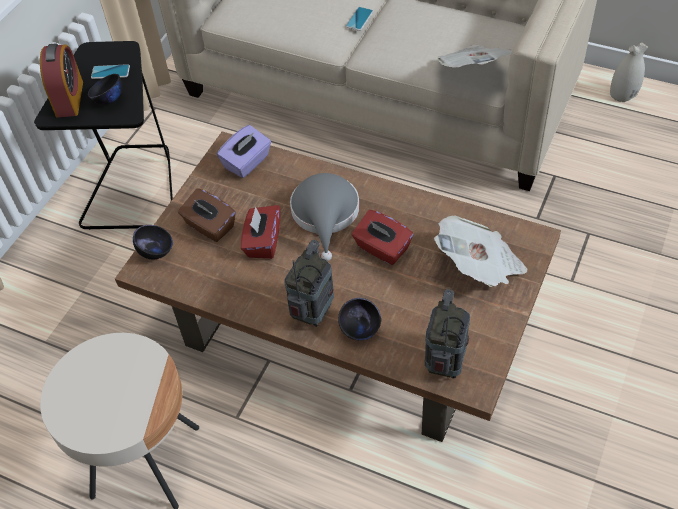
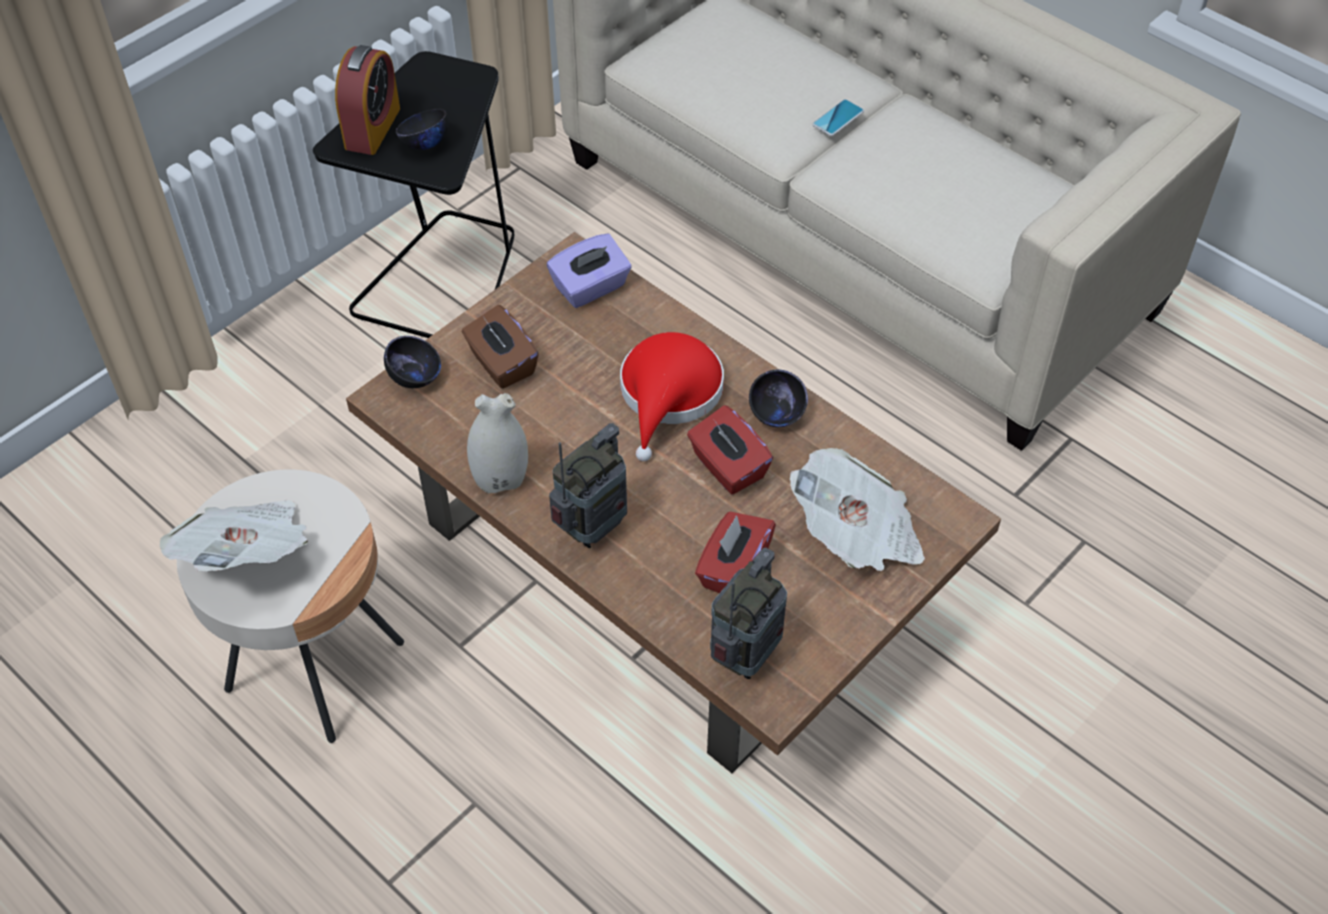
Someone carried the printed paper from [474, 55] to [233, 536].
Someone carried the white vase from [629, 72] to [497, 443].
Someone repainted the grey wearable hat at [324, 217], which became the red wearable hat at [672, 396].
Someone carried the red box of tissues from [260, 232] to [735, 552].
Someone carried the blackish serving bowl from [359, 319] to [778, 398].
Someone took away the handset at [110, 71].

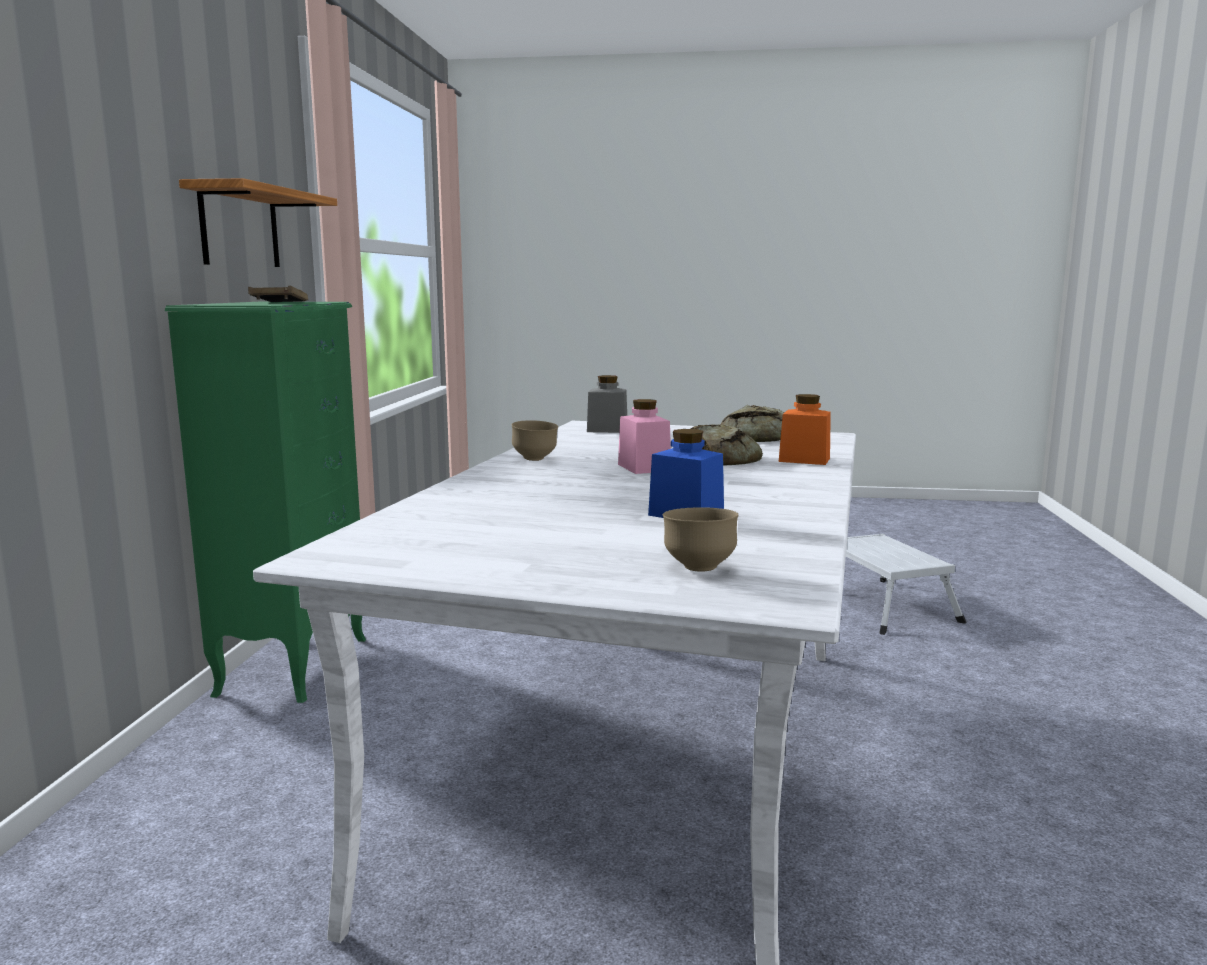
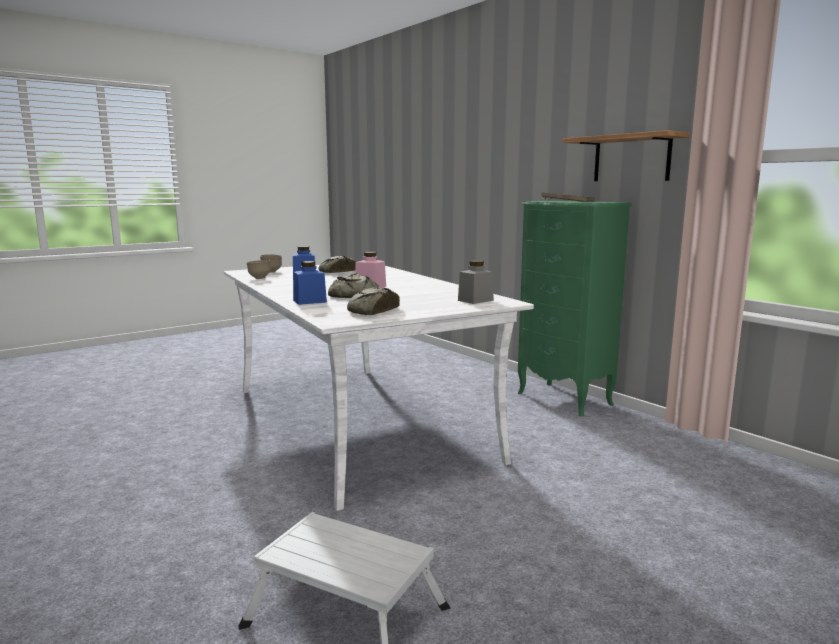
Someone carried the brown-coloured serving bowl from [535, 440] to [259, 269].
Someone repainted the orangey jar at [805, 429], which became the blue jar at [310, 283].
Someone put down the baked bread at [337, 264].

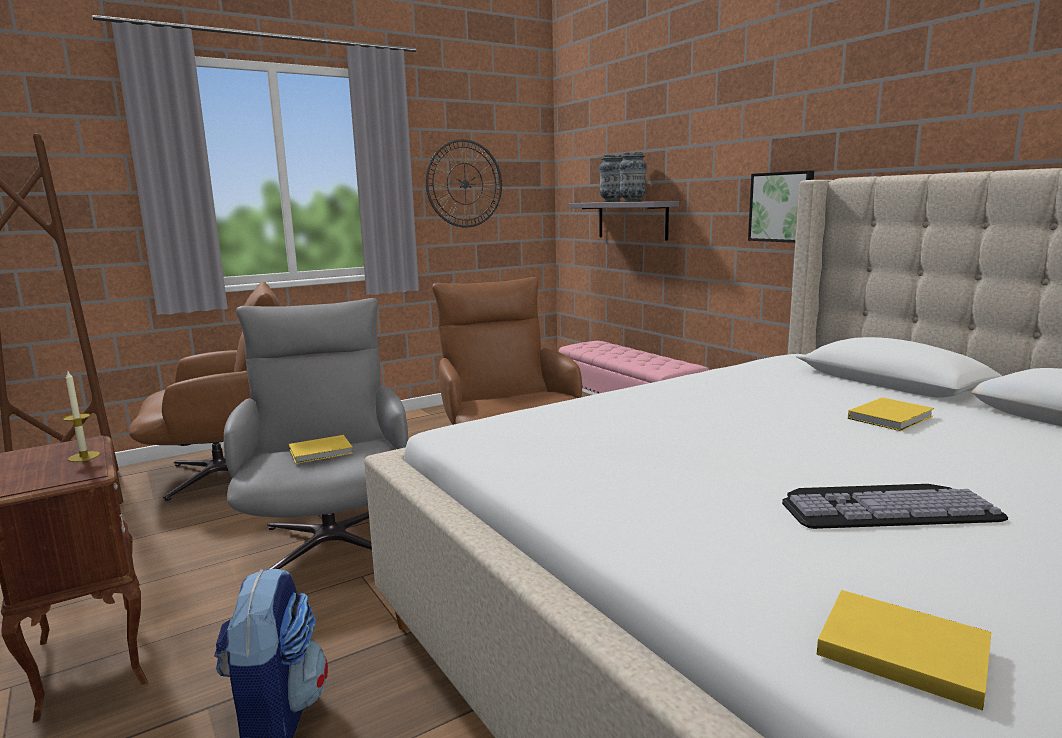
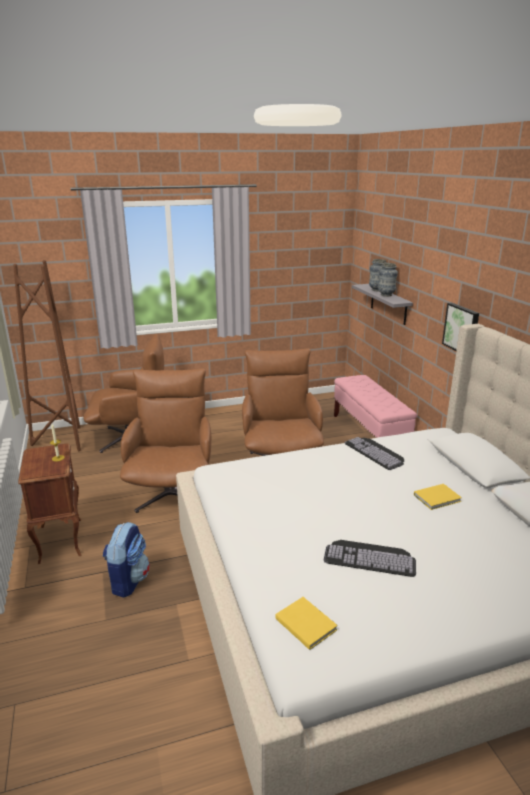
Someone repainted the grey lounge chair at [316, 433], which became the brown-coloured lounge chair at [165, 441].
Someone put down the PC keyboard at [375, 453].
Someone took away the yellow-coloured bound book at [321, 449].
Someone took away the clock on the wall at [464, 183].

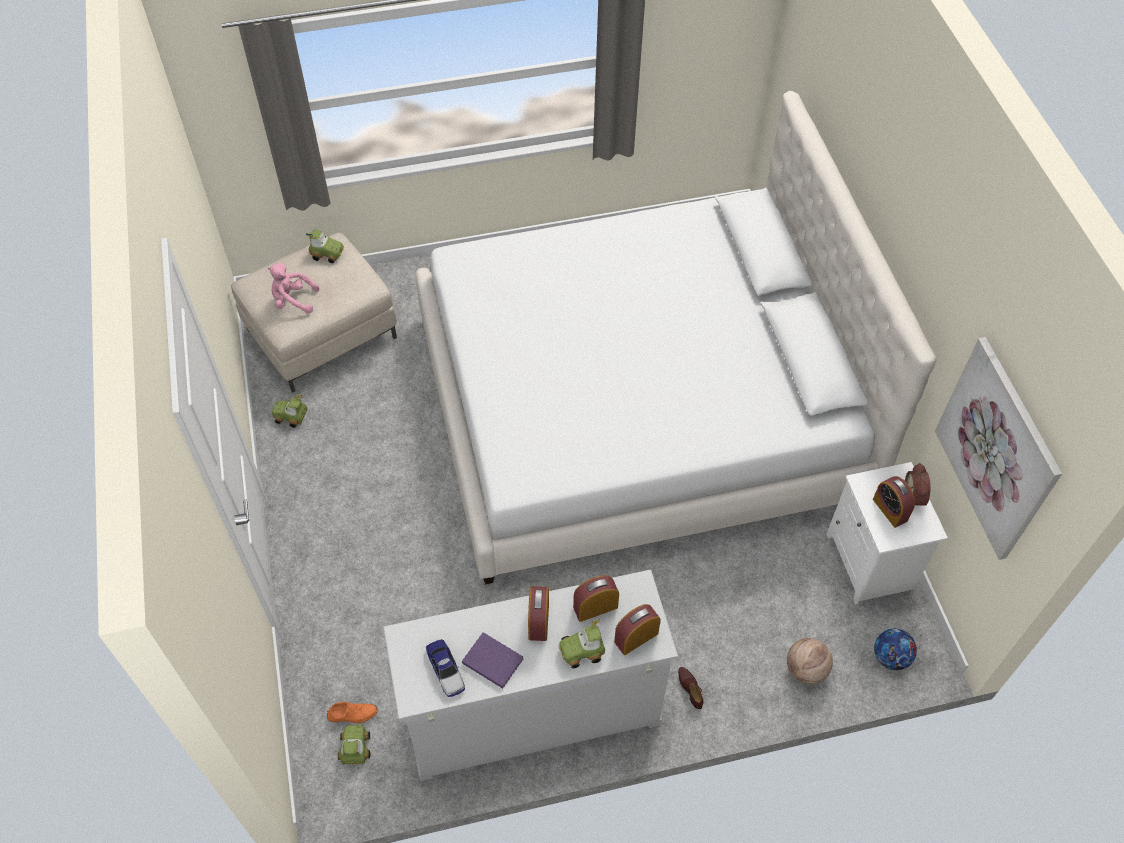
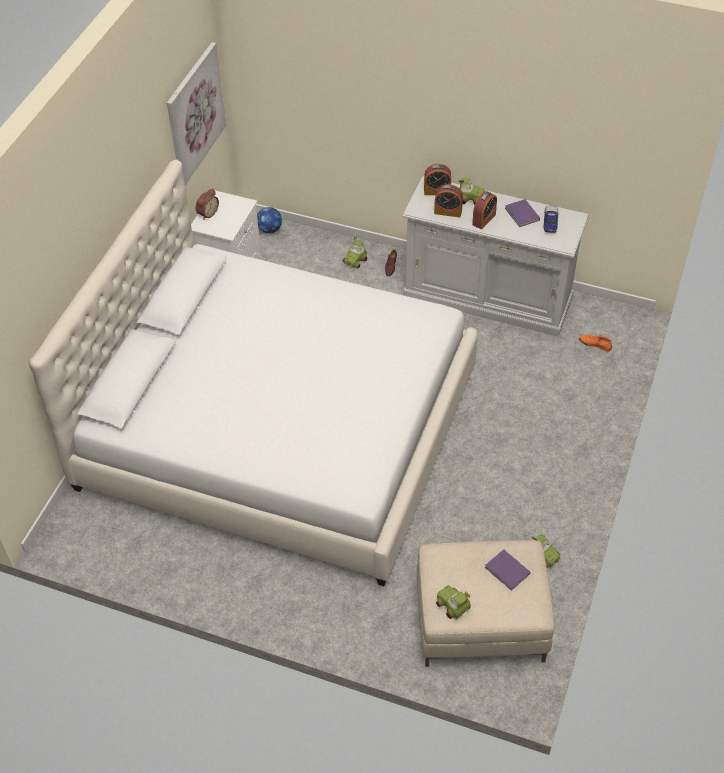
Someone carried the miniature car from [354, 744] to [355, 252].
Someone swapped the pink-coloured soft toy at [293, 288] for the purplish bound book at [507, 570].
Someone took away the basketball at [810, 661].
Someone took away the table clock at [894, 502].

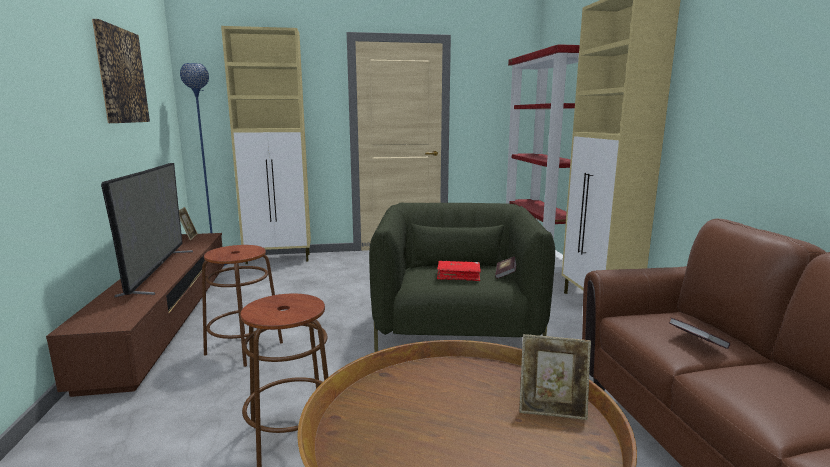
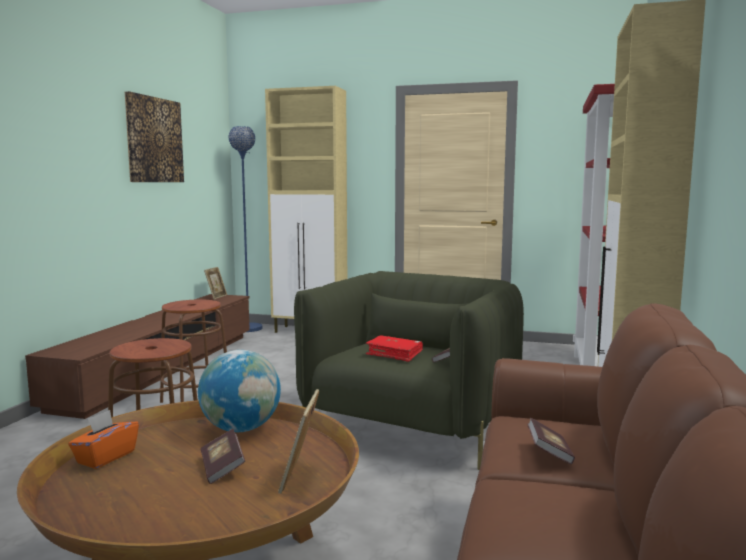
Someone put down the orangey box of tissues at [103, 439].
Someone put down the desk globe at [239, 391].
Someone put down the bound book at [223, 456].
Someone rotated the picture frame at [555, 377] by 60 degrees clockwise.
Someone took away the television at [147, 230].

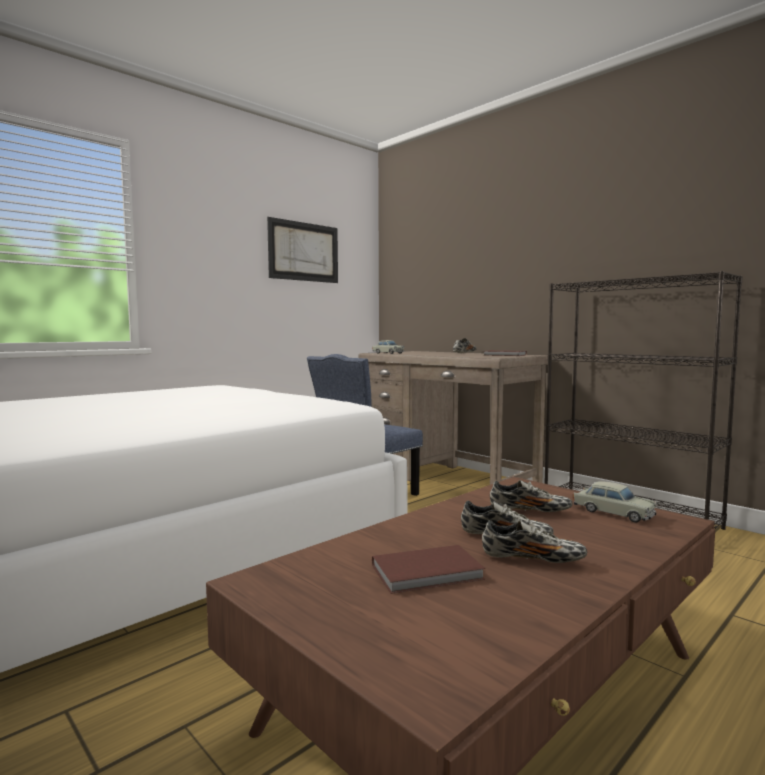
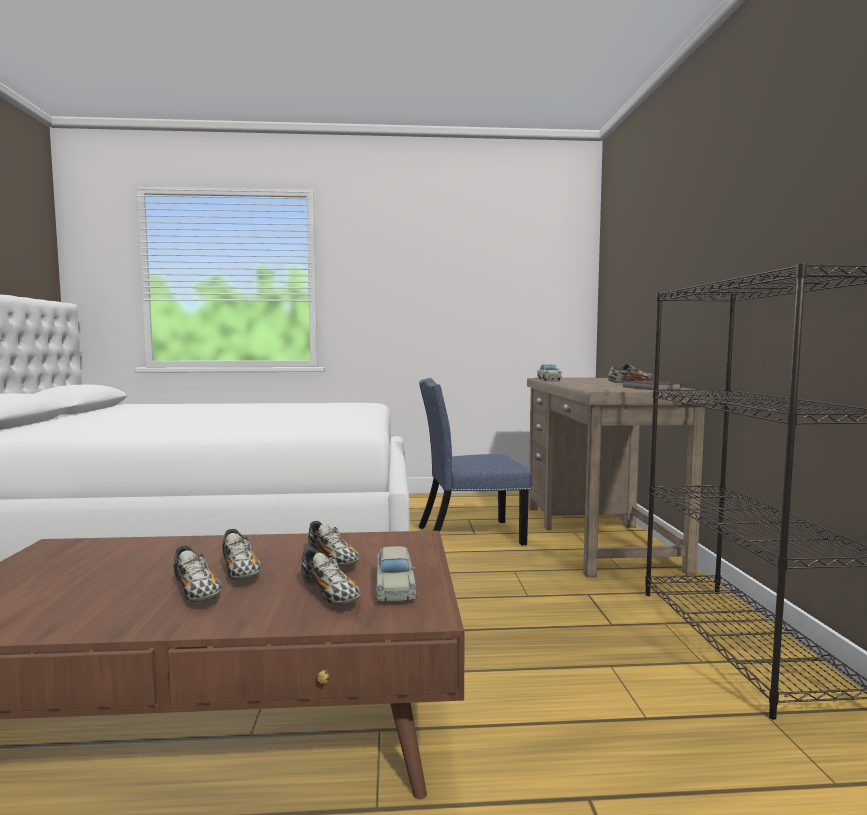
Someone put down the low shoe at [331, 576].
Someone took away the picture at [302, 250].
Someone took away the brown-coloured bound book at [428, 569].

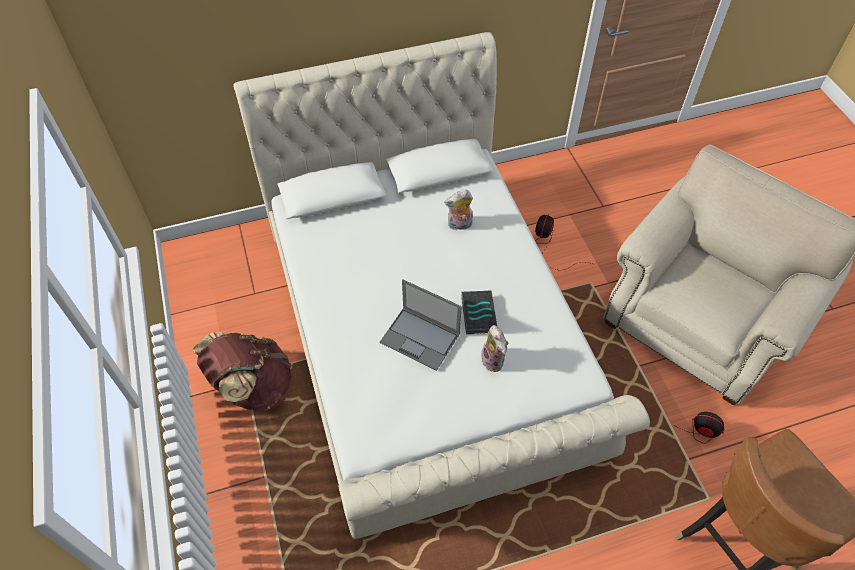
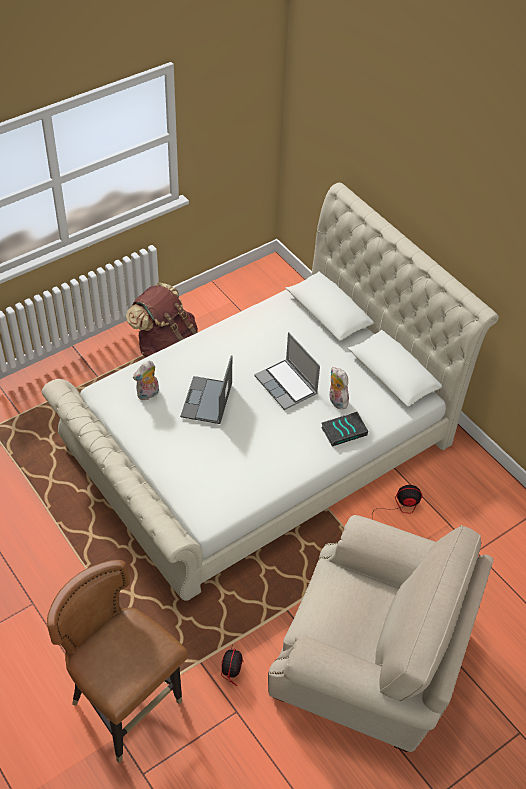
Someone carried the soft toy from [494, 348] to [146, 380].
Someone put down the portable computer at [287, 371].
Someone carried the bound book from [479, 312] to [344, 429].

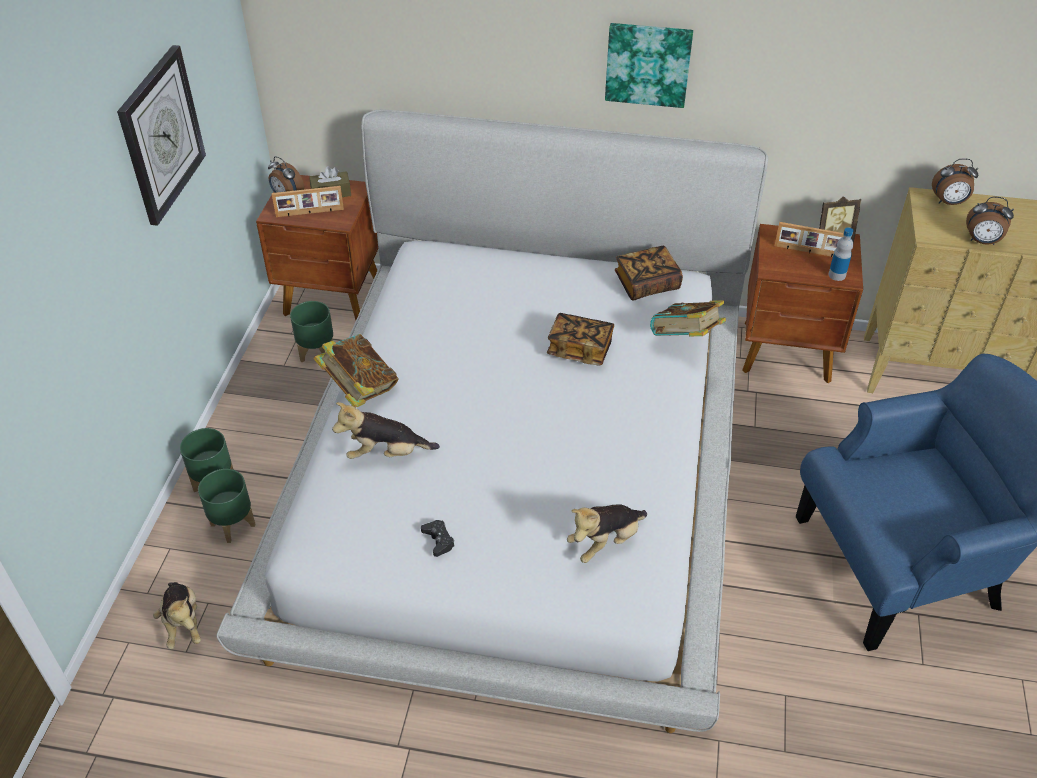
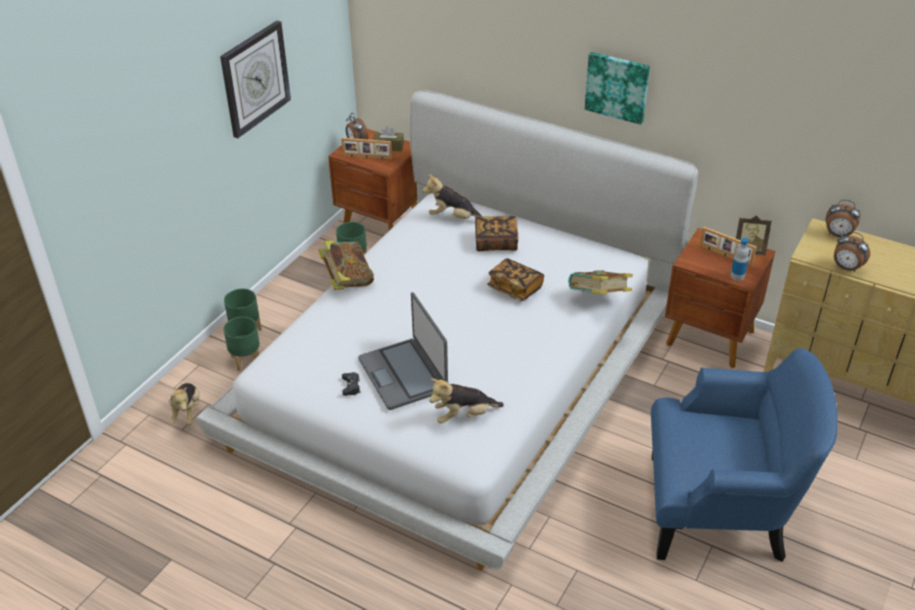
Someone put down the portable computer at [403, 351].
Someone carried the soft toy from [386, 430] to [452, 196].
Someone carried the bound book from [649, 273] to [496, 233].

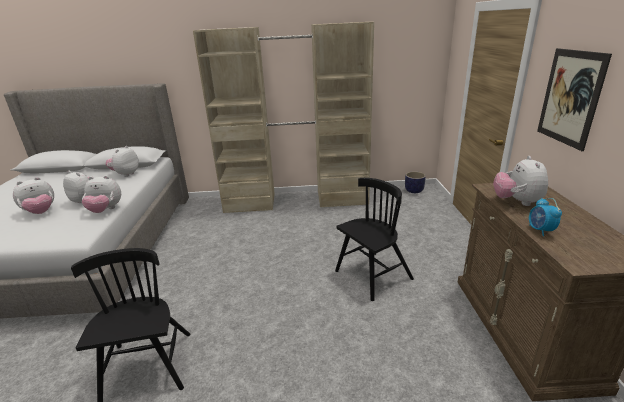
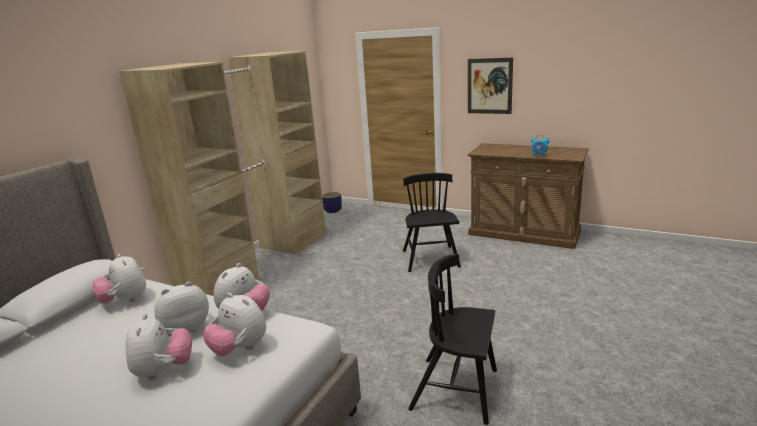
Someone carried the soft toy from [520, 181] to [234, 324].

